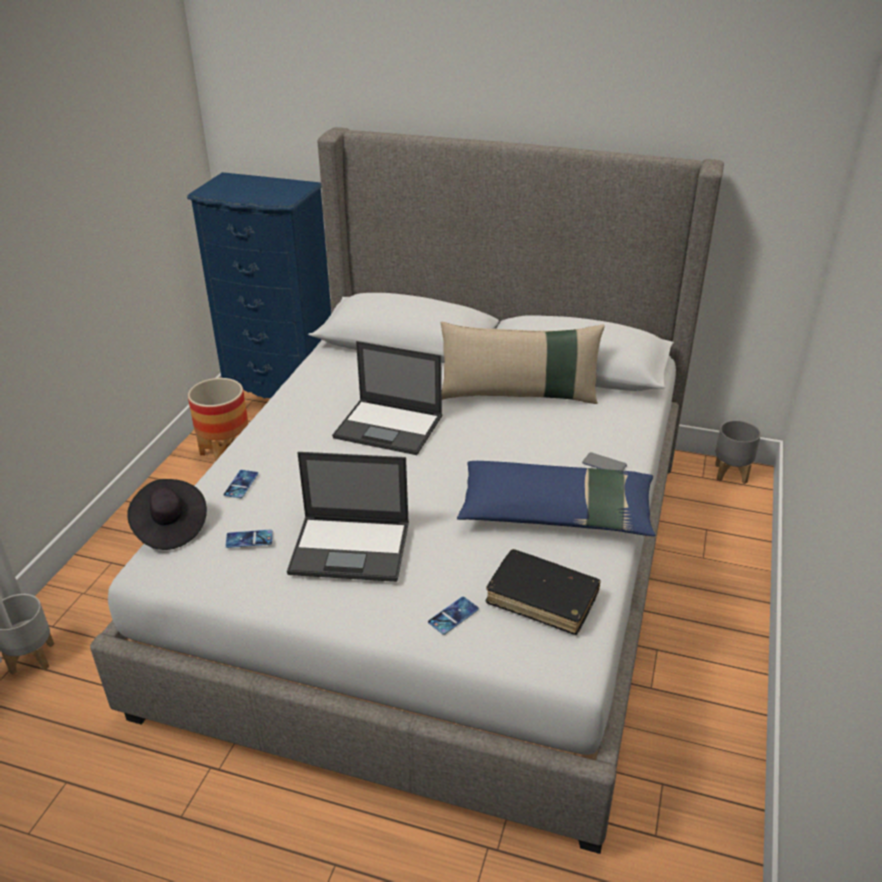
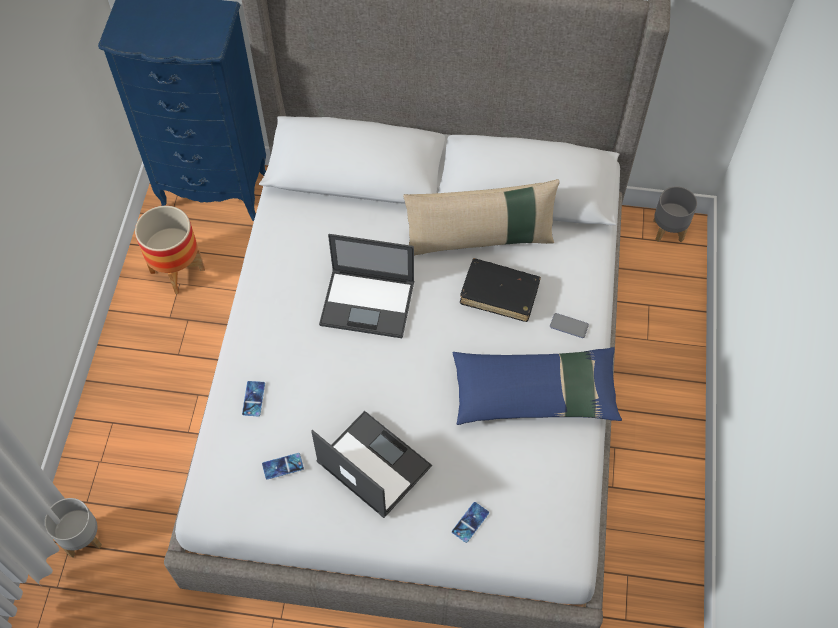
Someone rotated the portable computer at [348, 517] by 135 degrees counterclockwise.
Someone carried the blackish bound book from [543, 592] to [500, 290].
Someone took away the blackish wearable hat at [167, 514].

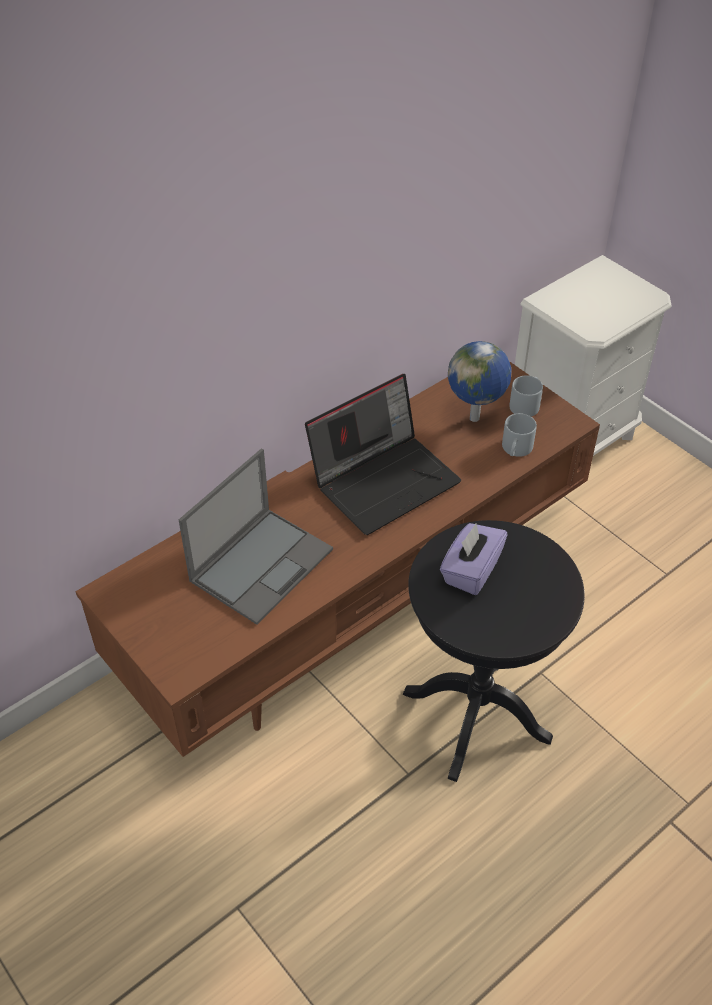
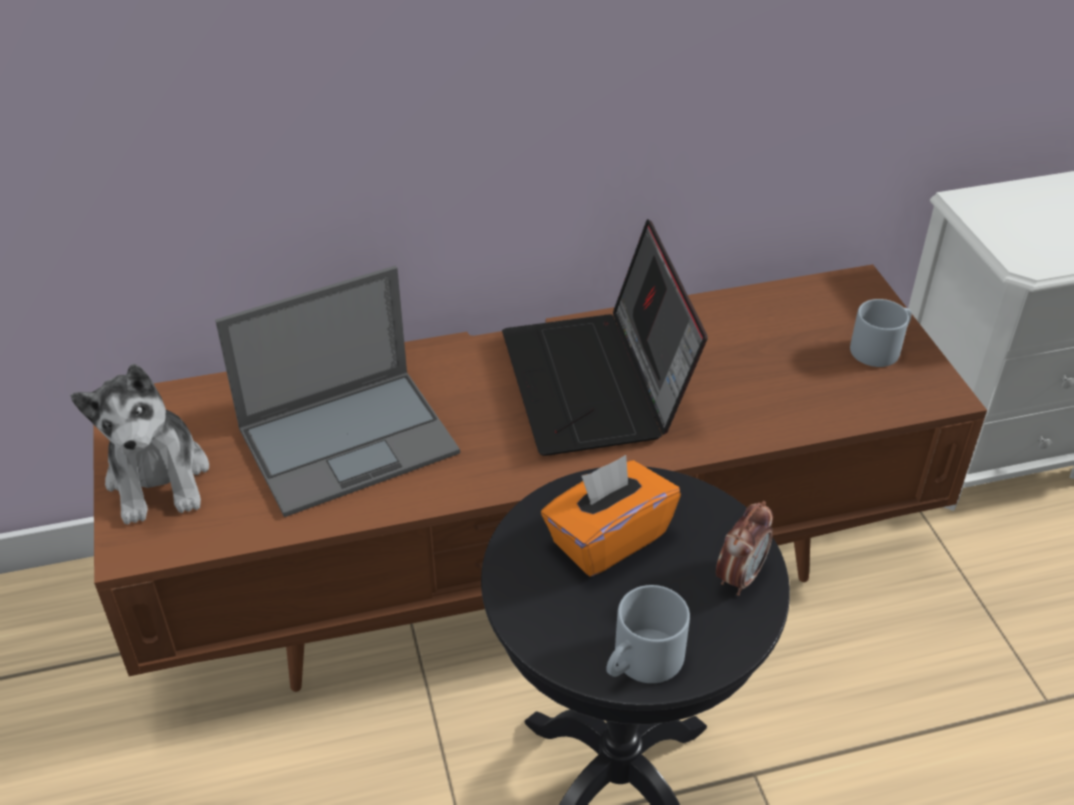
Someone put down the soft toy at [139, 444].
Someone rotated the portable computer at [383, 454] by 90 degrees clockwise.
Someone repainted the purplish box of tissues at [474, 559], which became the orangey box of tissues at [611, 516].
Someone carried the grey tea mug from [519, 435] to [648, 634].
Someone put down the table clock at [744, 548].
Someone took away the desk globe at [479, 381].

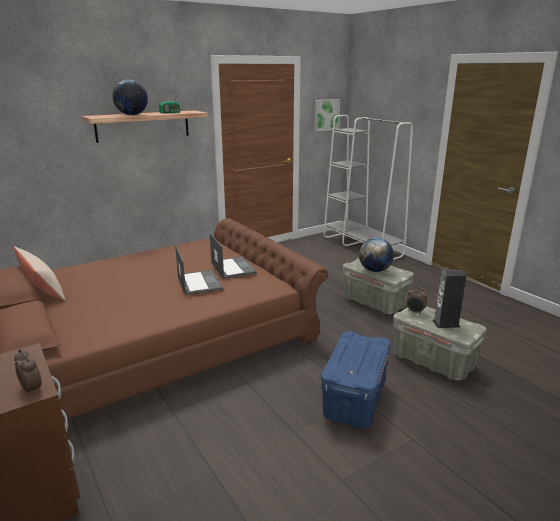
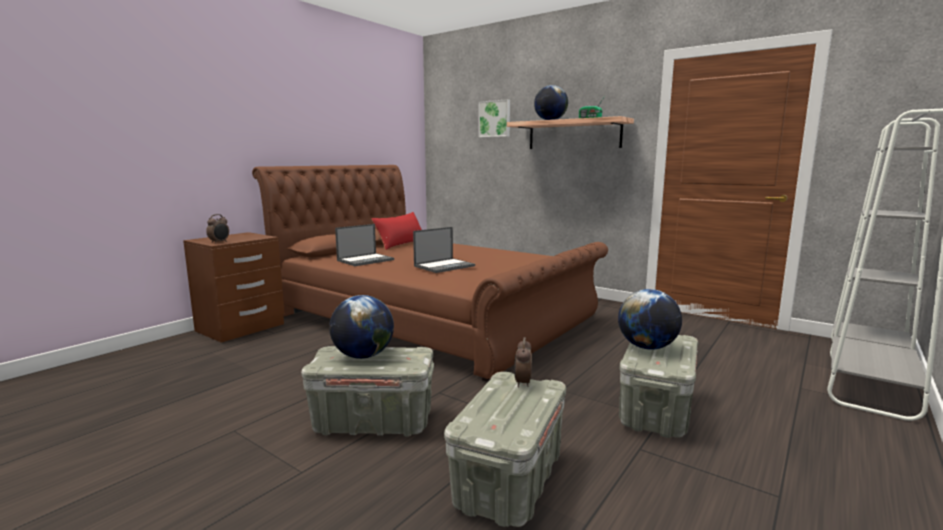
Someone repainted the blue storage box at [356, 380], which became the grey storage box at [367, 391].
Someone put down the desk globe at [361, 327].
Someone carried the portable computer from [233, 256] to [364, 245].
Someone repainted the beige throw pillow at [40, 273], which became the red throw pillow at [396, 231].
Someone carried the picture from [327, 115] to [494, 118].
Someone took away the loudspeaker at [450, 298].

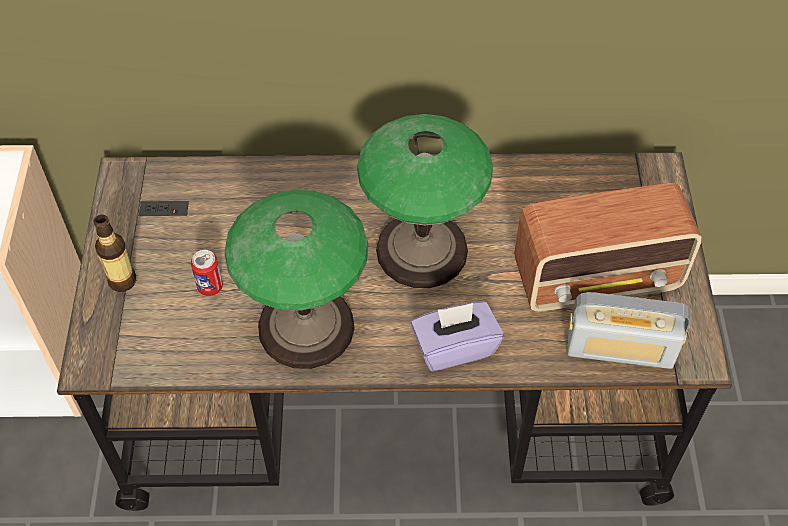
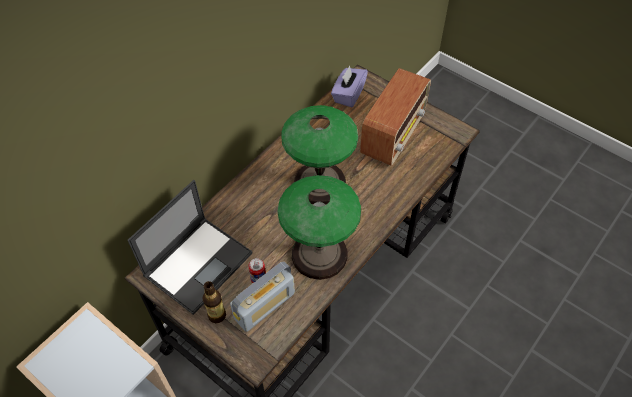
Someone put down the portable computer at [190, 247].
Someone carried the radio receiver from [628, 330] to [262, 296].
Someone carried the purplish box of tissues from [457, 336] to [349, 86].

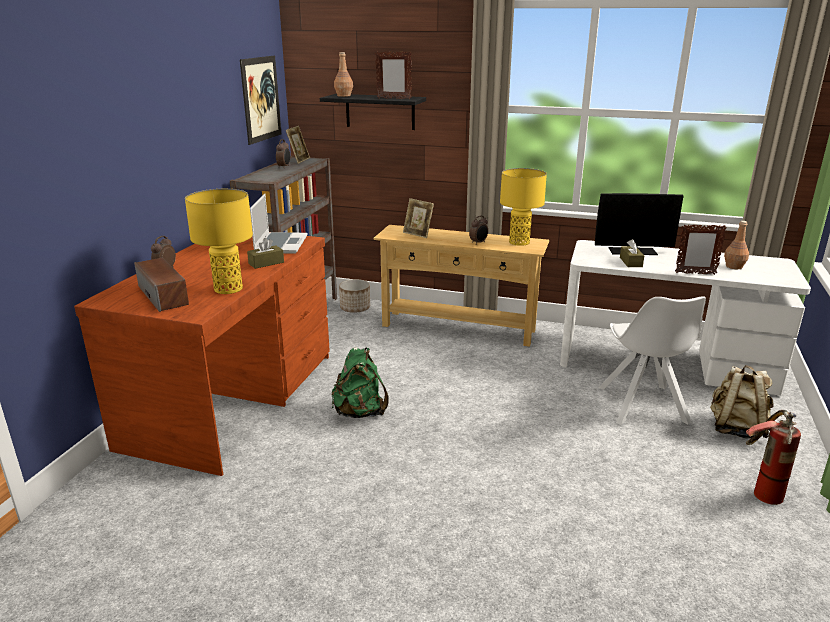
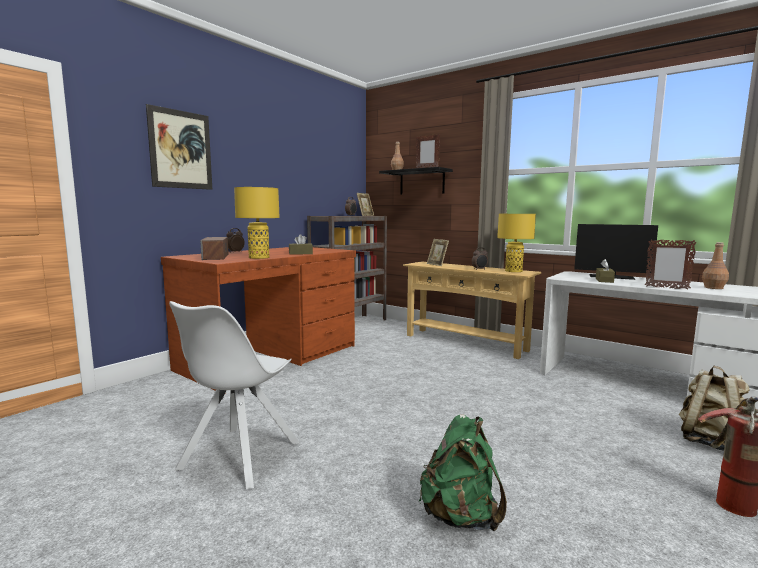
Someone carried the picture from [260, 100] to [179, 147].
Someone carried the white upright chair from [652, 360] to [234, 395].
Someone carried the greenish rucksack from [360, 382] to [463, 473].
Someone took away the portable computer at [279, 224].
Someone took away the planter at [354, 296].

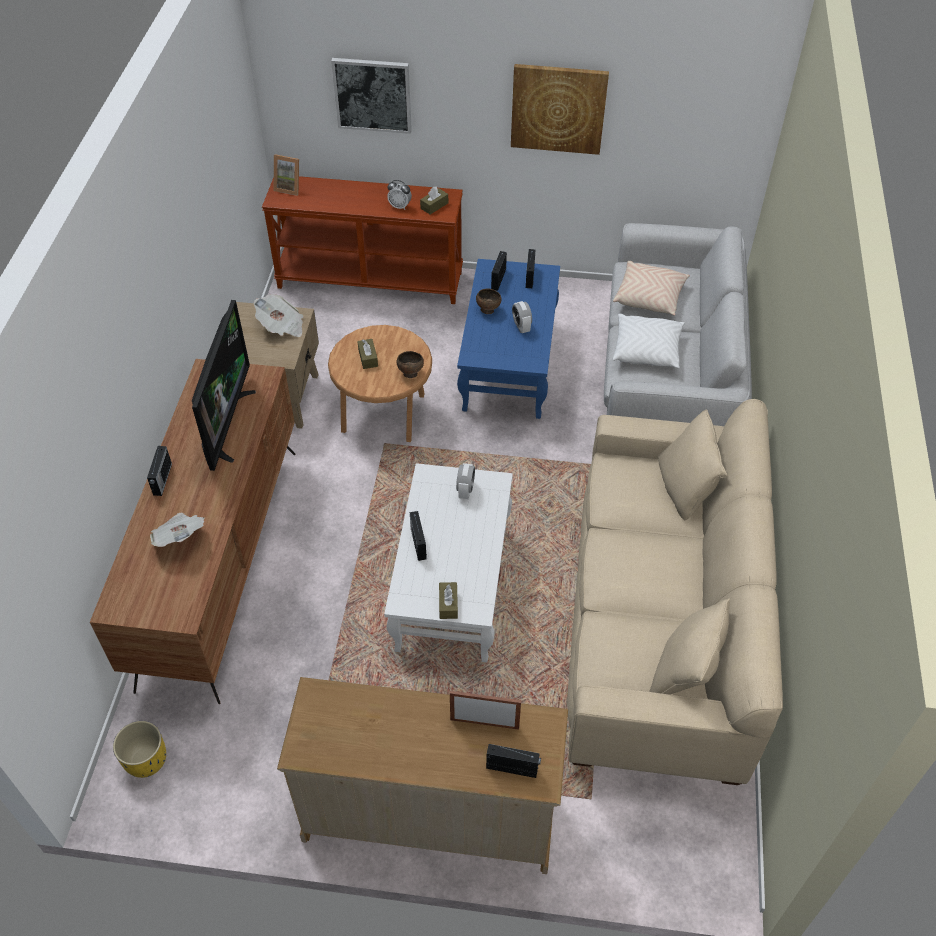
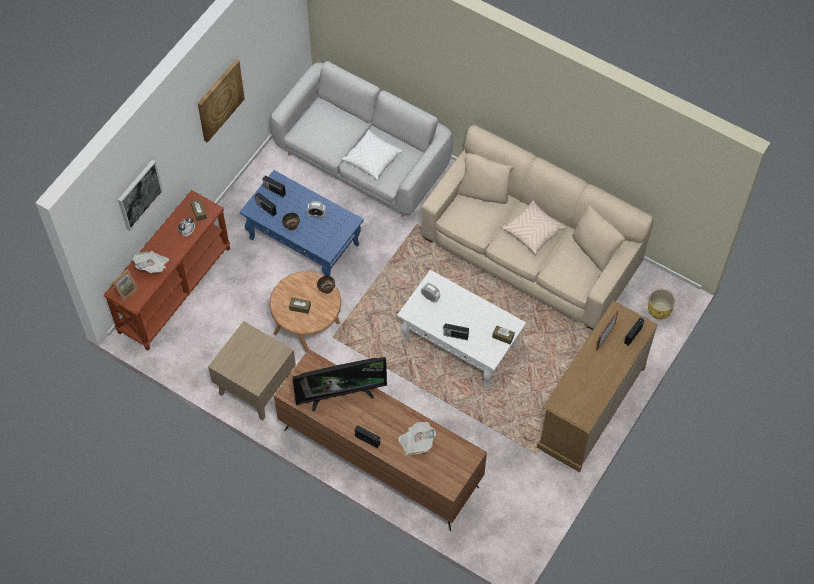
Someone carried the printed paper from [278, 316] to [151, 262].
Someone rotated the television at [224, 385] by 135 degrees clockwise.
Someone carried the beige throw pillow from [651, 288] to [533, 228].
Someone carried the yellow-coloured planter from [139, 749] to [661, 304].

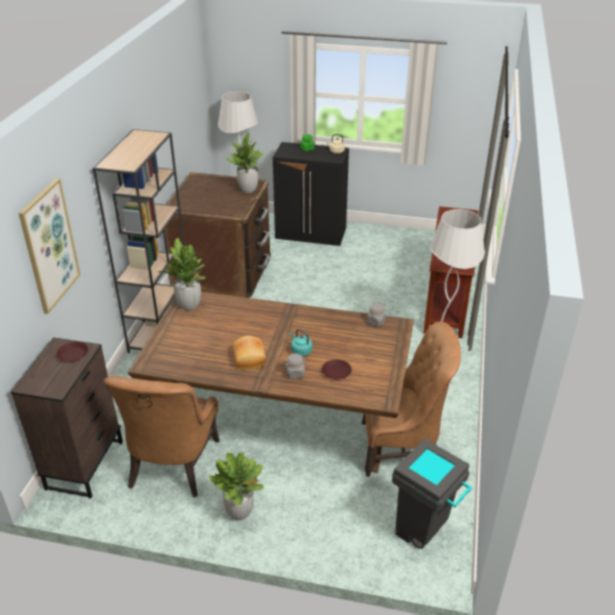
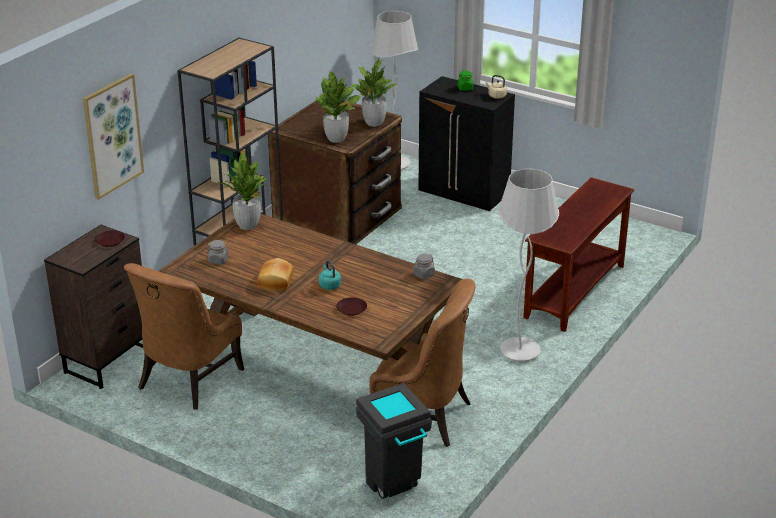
Someone carried the grey jar from [295, 366] to [218, 252].
Someone carried the plant in a pot from [236, 486] to [338, 107].

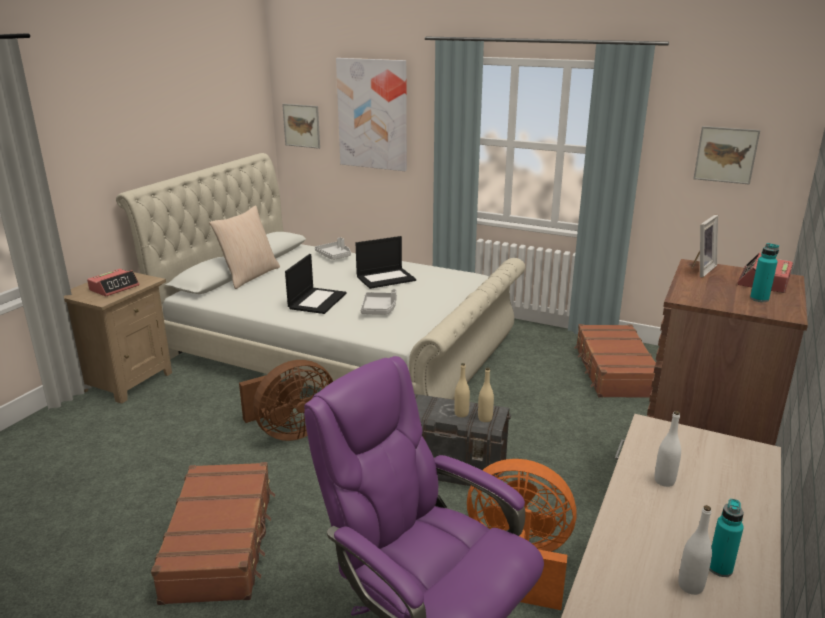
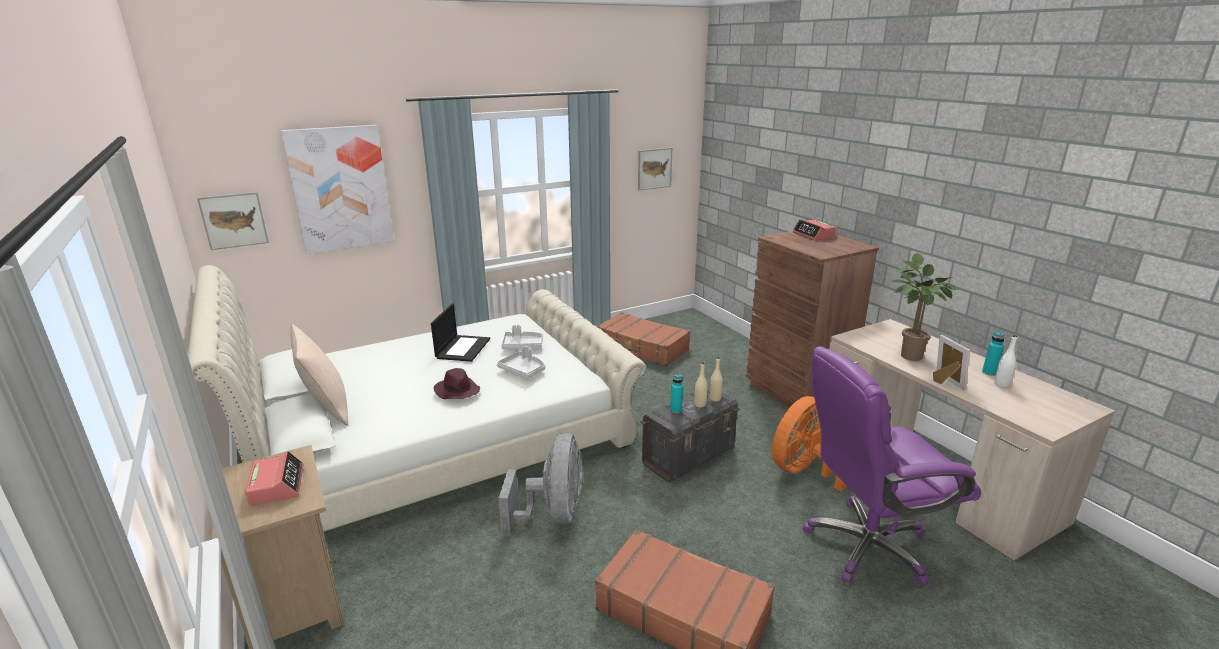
Someone swapped the portable computer at [315, 284] for the purplish wearable hat at [457, 383].
Someone repainted the brown-coloured electric fan at [286, 400], which became the grey electric fan at [541, 485].
Someone carried the grey carrying tray from [333, 248] to [522, 337].
Someone carried the blue-green beverage bottle from [764, 272] to [676, 393].
Someone swapped the white beverage bottle at [668, 449] for the plant in a pot at [925, 307].
Someone carried the picture frame from [705, 246] to [951, 362].

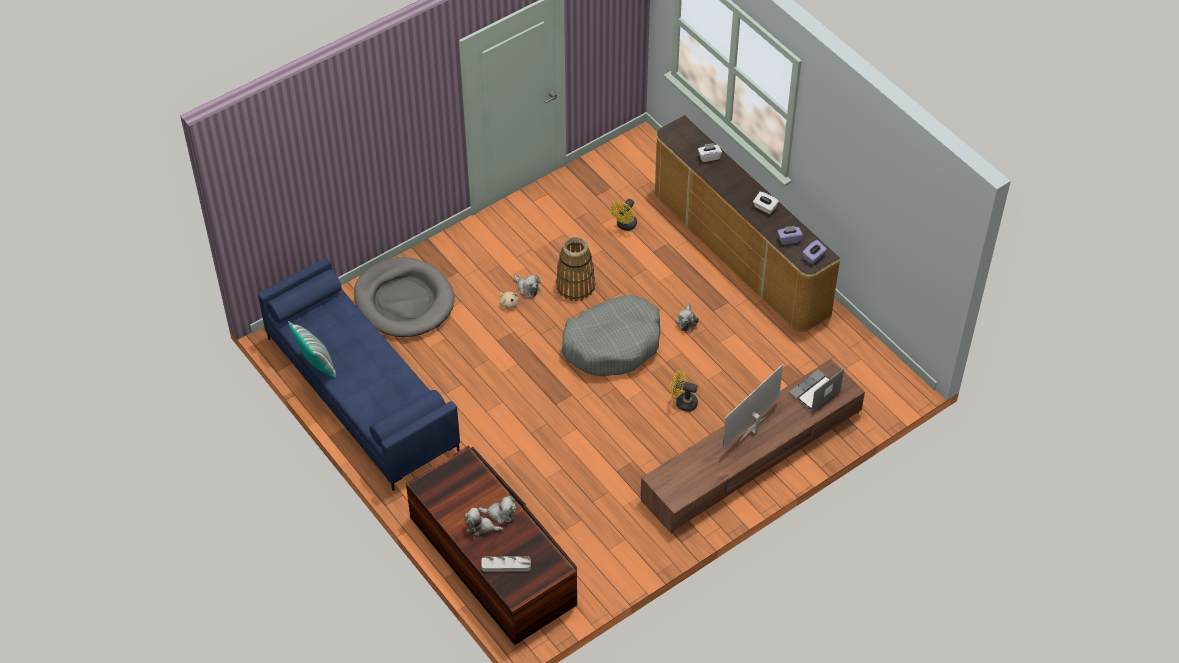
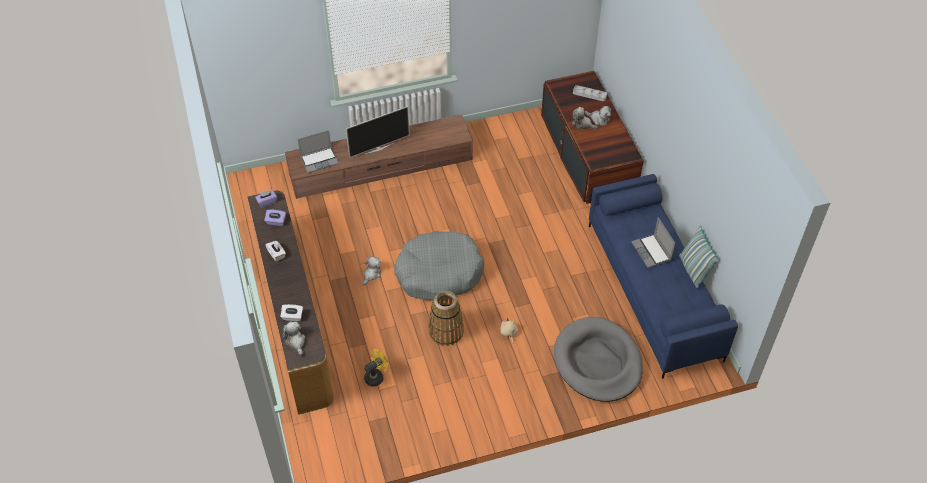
Someone carried the soft toy from [527, 286] to [293, 339].
Someone put down the portable computer at [653, 242].
Someone took away the yellow-coloured electric fan at [684, 391].

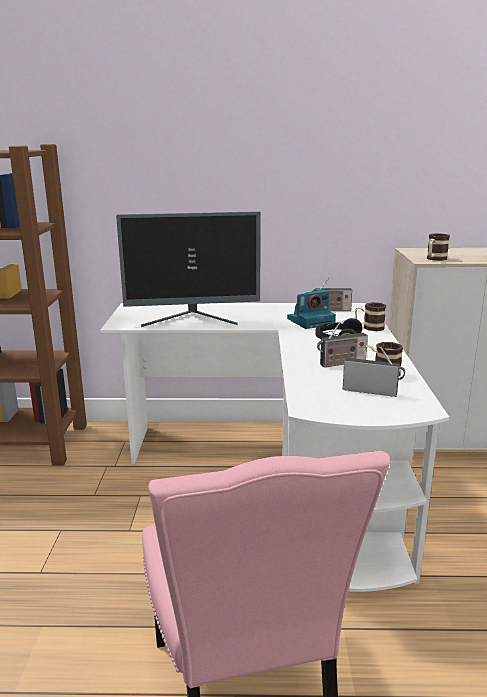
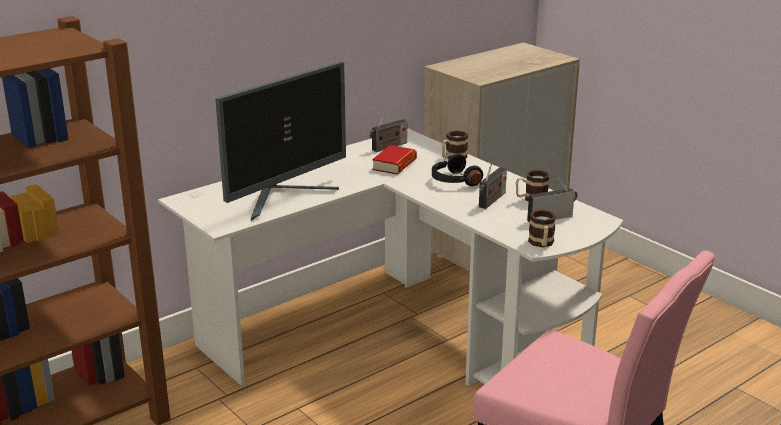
Someone swapped the photo camera at [311, 309] for the bound book at [394, 160].
Someone carried the tea mug from [438, 247] to [542, 228].

